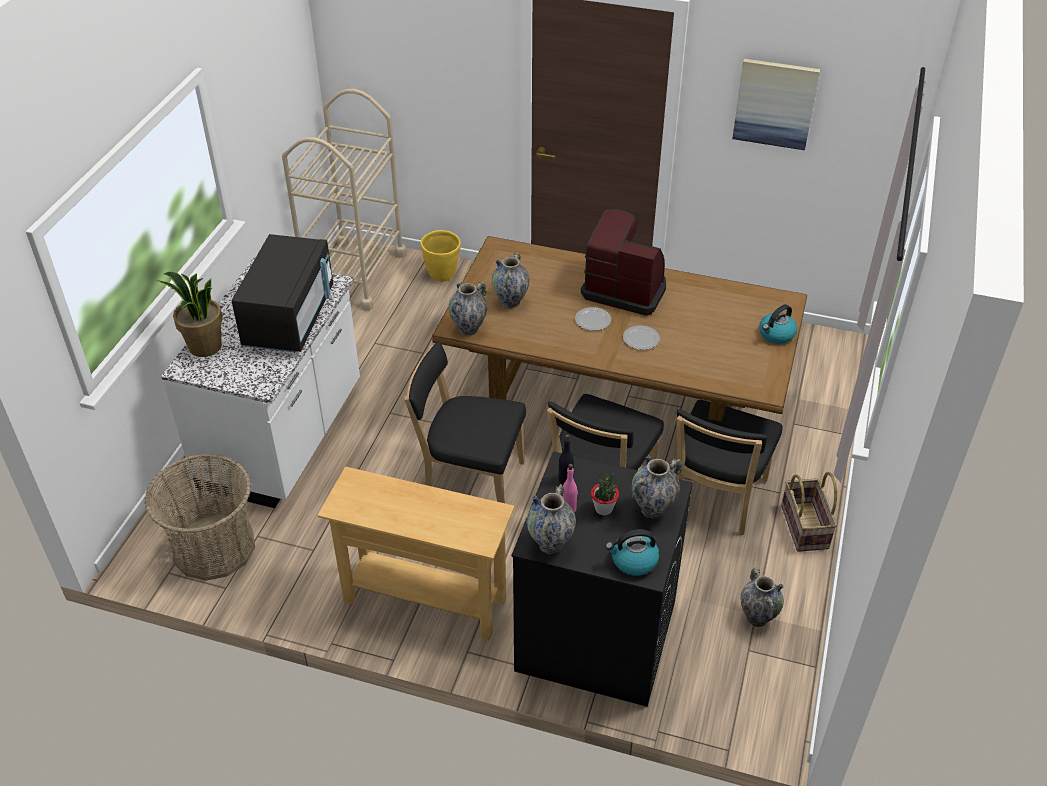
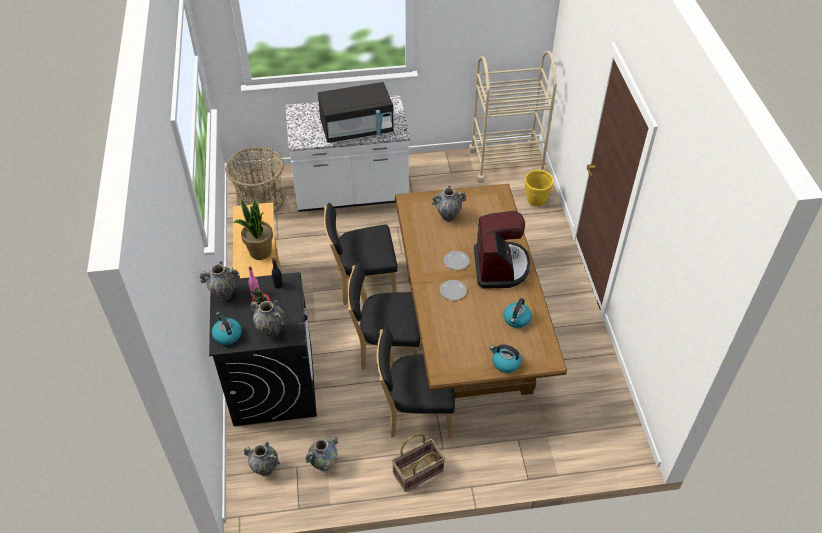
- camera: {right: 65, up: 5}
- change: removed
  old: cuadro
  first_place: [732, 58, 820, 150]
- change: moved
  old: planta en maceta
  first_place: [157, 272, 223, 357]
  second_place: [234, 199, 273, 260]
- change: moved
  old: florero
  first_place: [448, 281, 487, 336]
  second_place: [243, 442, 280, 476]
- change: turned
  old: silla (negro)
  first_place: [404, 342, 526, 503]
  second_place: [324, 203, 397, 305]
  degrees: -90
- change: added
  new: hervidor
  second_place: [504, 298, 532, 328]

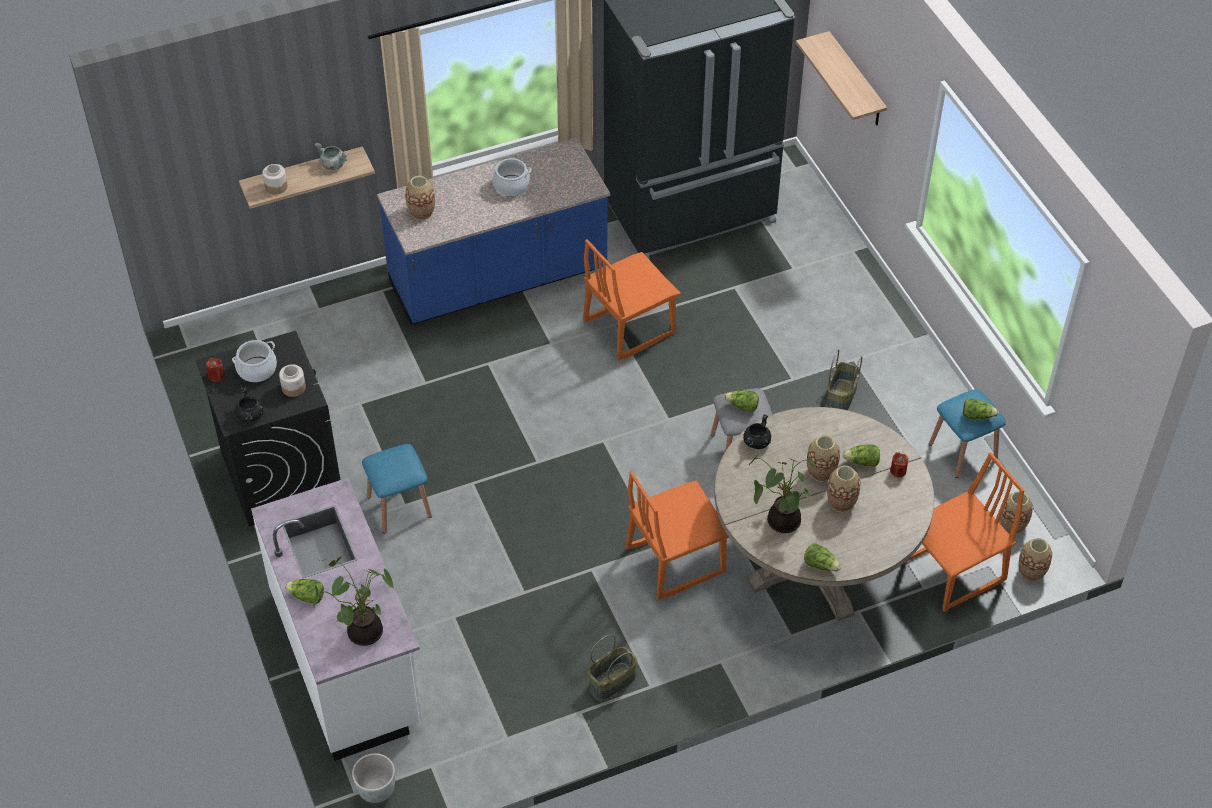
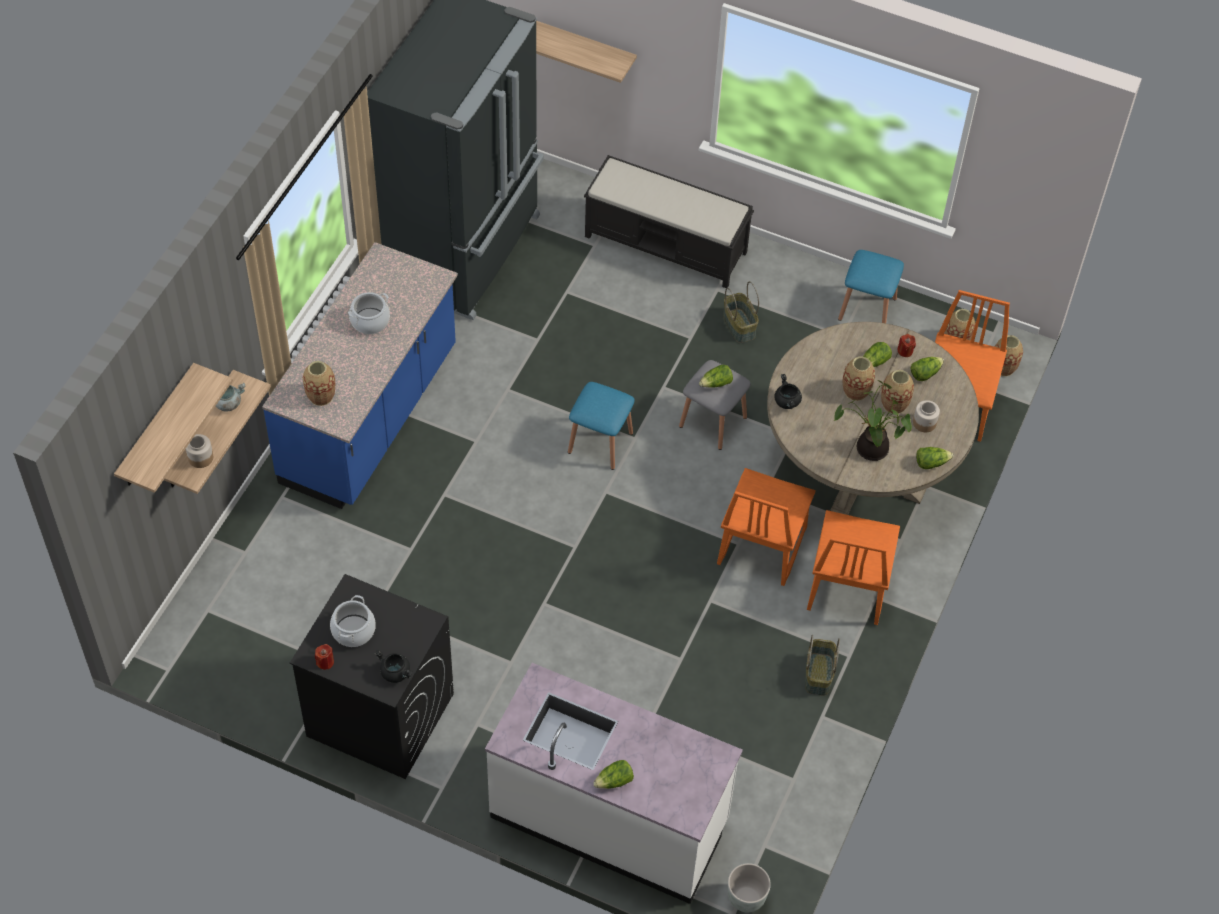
- camera: {right: -45, up: 5}
- change: moved
  old: silla (naranja)
  first_place: [583, 239, 681, 361]
  second_place: [807, 510, 900, 625]
- change: moved
  old: tarro
  first_place: [279, 364, 306, 397]
  second_place: [913, 400, 940, 432]
- change: moved
  old: lechuga
  first_place: [963, 398, 999, 419]
  second_place: [910, 357, 944, 381]
- change: moved
  old: taburete (azul)
  first_place: [362, 444, 432, 534]
  second_place: [568, 382, 635, 470]
- change: removed
  old: planta en maceta
  first_place: [313, 556, 394, 646]
- change: added
  new: banco (negro)
  second_place: [584, 155, 754, 288]
- change: added
  new: estante
  second_place: [114, 363, 233, 493]

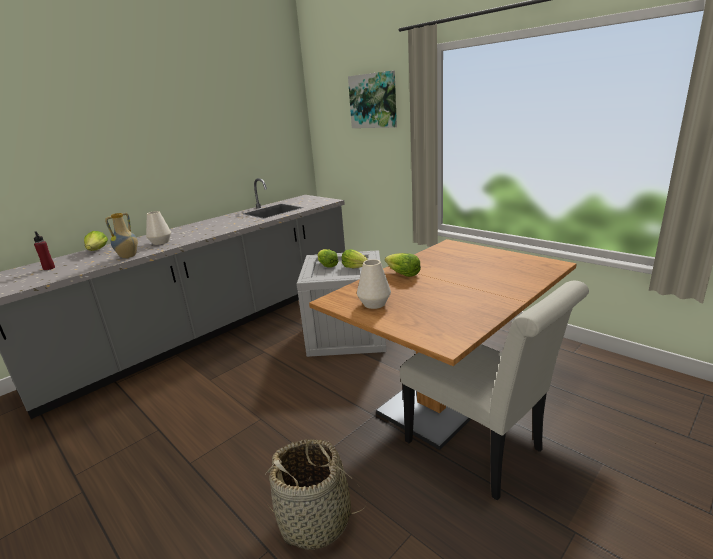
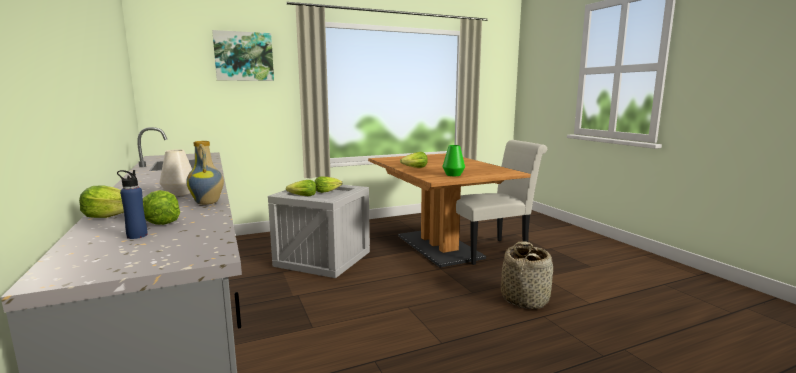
- camera: {right: -70, up: -10}
- change: recoloured
  old: botella (rojo)
  new: botella (azul)
  first_place: [34, 232, 55, 270]
  second_place: [117, 170, 148, 239]
- change: recoloured
  old: florero (blanco)
  new: florero (verde)
  first_place: [357, 259, 391, 309]
  second_place: [443, 145, 465, 176]
- change: added
  new: lechuga
  second_place: [143, 190, 180, 225]

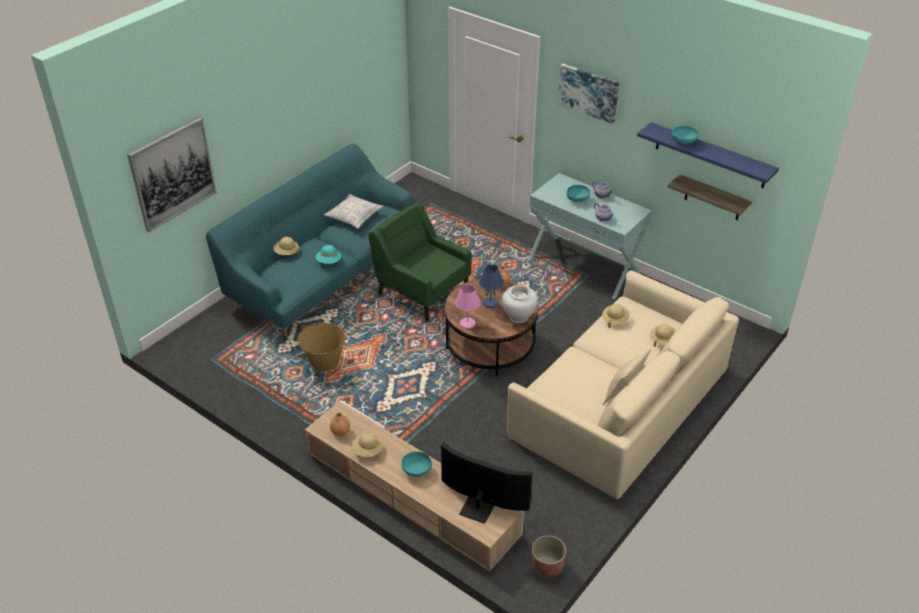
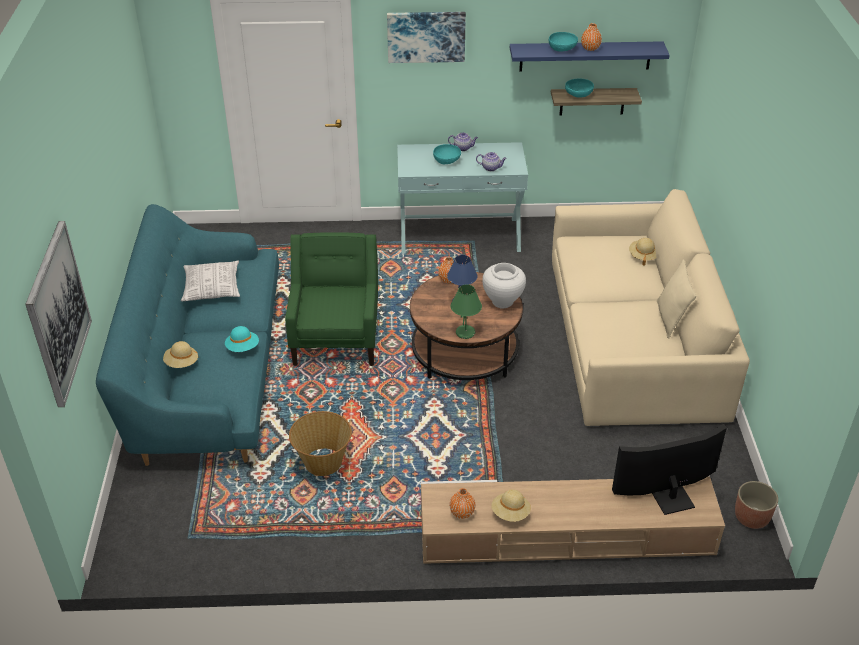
- camera: {right: -40, up: 0}
- change: turned
  old: sillón (verde)
  first_place: [368, 202, 471, 321]
  second_place: [285, 232, 378, 366]
  degrees: 90
- change: recoloured
  old: lámpara de mesa (rosa)
  new: lámpara de mesa (verde)
  first_place: [455, 285, 481, 329]
  second_place: [451, 284, 482, 339]
- change: removed
  old: sombrero (beis)
  first_place: [602, 304, 630, 328]
- change: moved
  old: cuenco (turquesa)
  first_place: [401, 451, 432, 477]
  second_place: [565, 78, 594, 98]
- change: added
  new: florero (naranja)
  second_place: [581, 23, 602, 51]

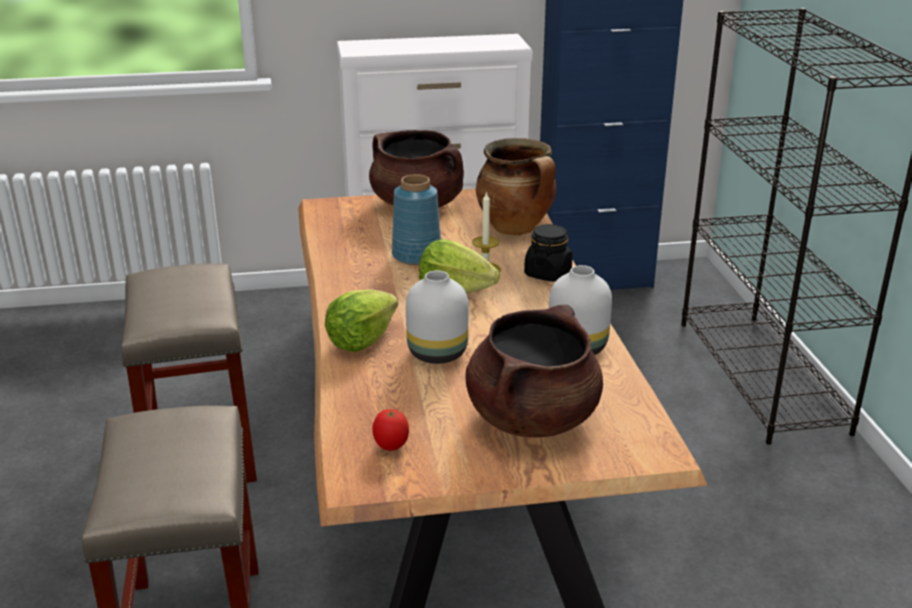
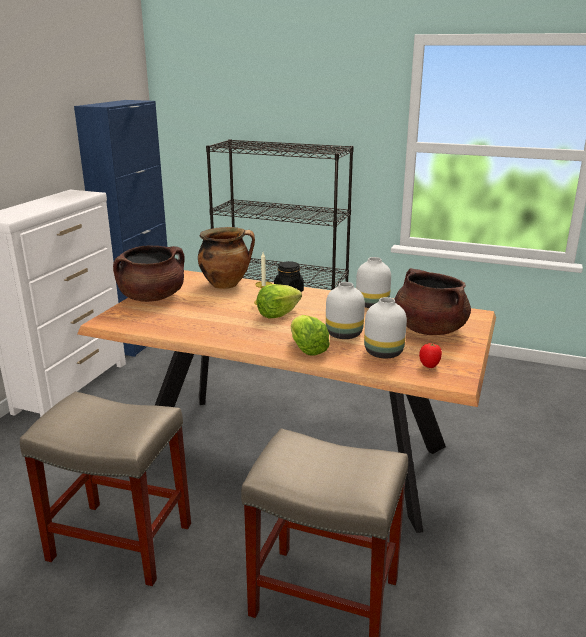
- camera: {right: -60, up: -5}
- change: removed
  old: florero (azul)
  first_place: [392, 174, 441, 265]
- change: added
  new: florero (blanco)
  second_place: [364, 297, 407, 358]

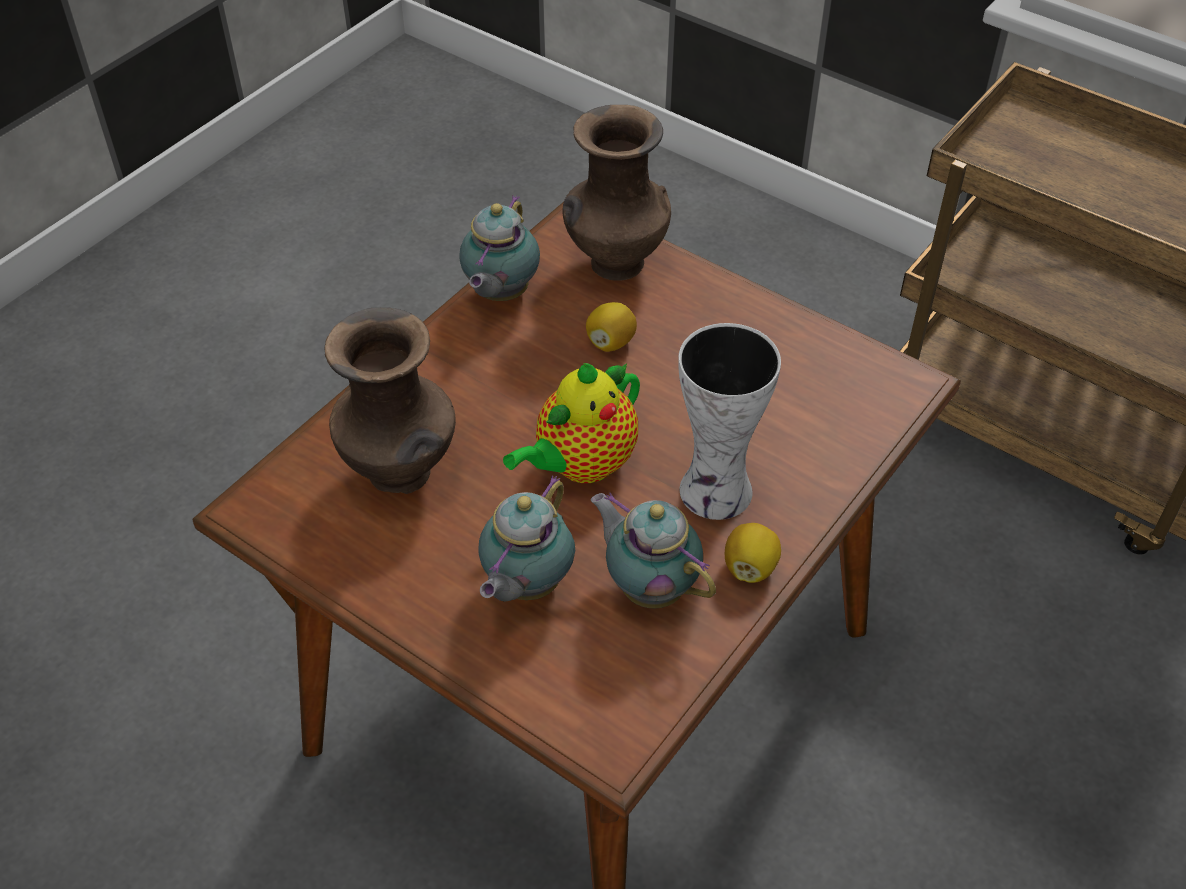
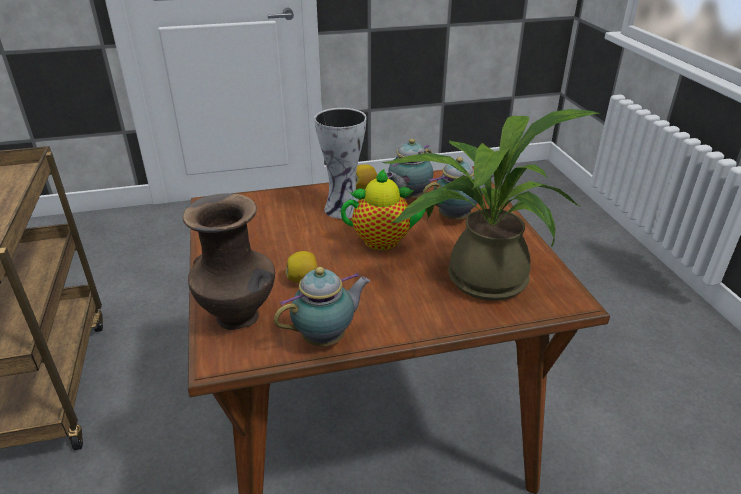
- camera: {right: -140, up: -15}
- change: replaced
  old: florero (marrón)
  new: planta en maceta
  first_place: [325, 307, 456, 494]
  second_place: [382, 109, 600, 301]
- change: turned
  old: tetera
  first_place: [591, 493, 716, 608]
  second_place: [386, 139, 433, 199]
  degrees: 45

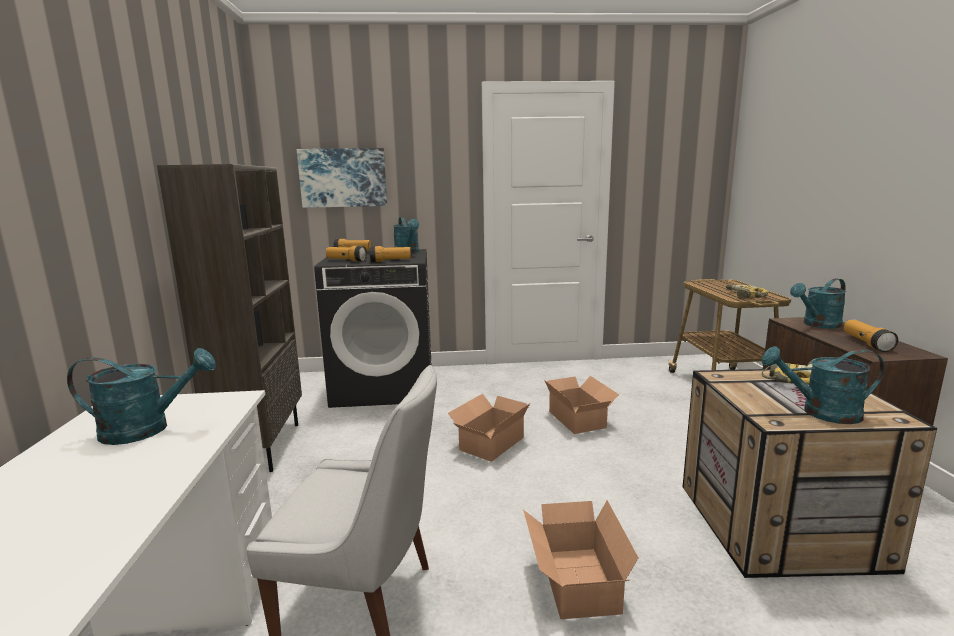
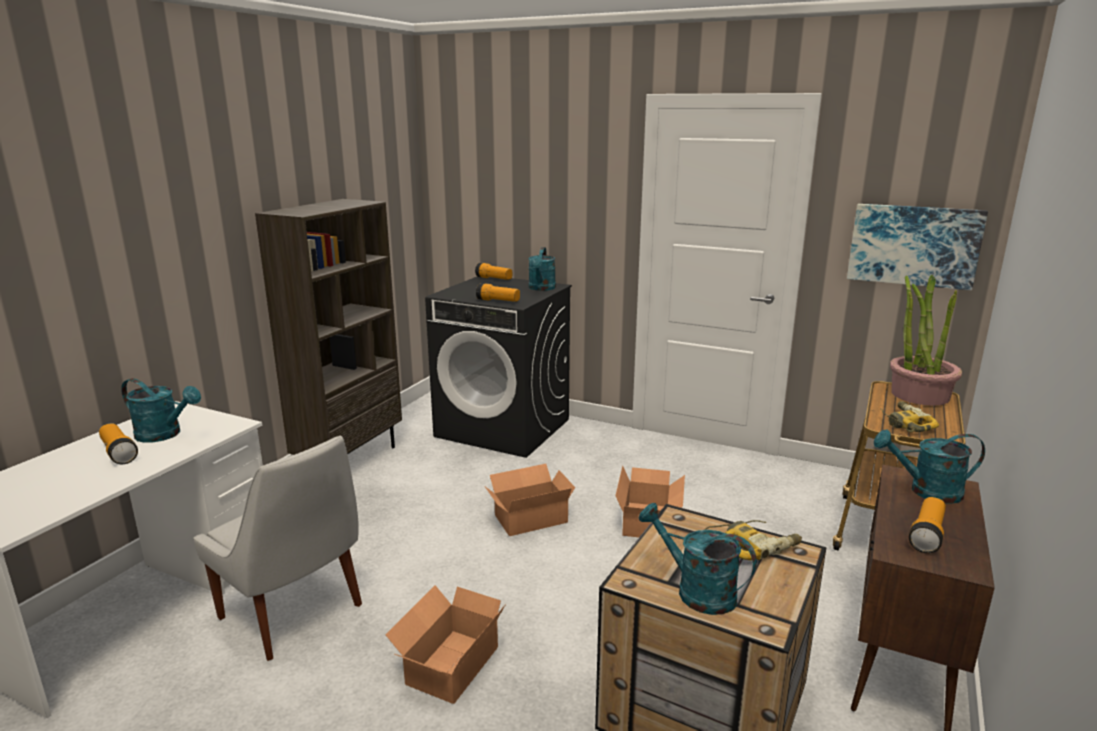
- camera: {right: 30, up: 5}
- change: moved
  old: cuadro
  first_place: [297, 148, 387, 208]
  second_place: [847, 204, 988, 290]
- change: moved
  old: linterna
  first_place: [326, 246, 367, 262]
  second_place: [99, 423, 138, 464]
- change: added
  new: planta en maceta
  second_place: [890, 275, 962, 406]

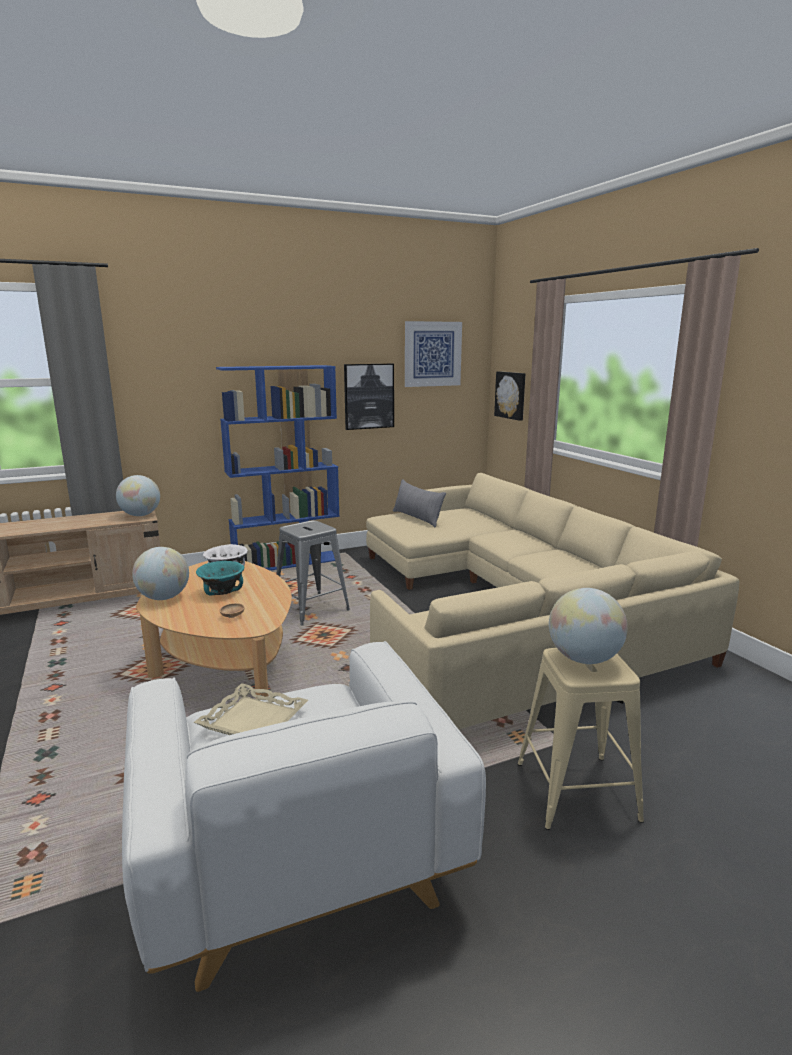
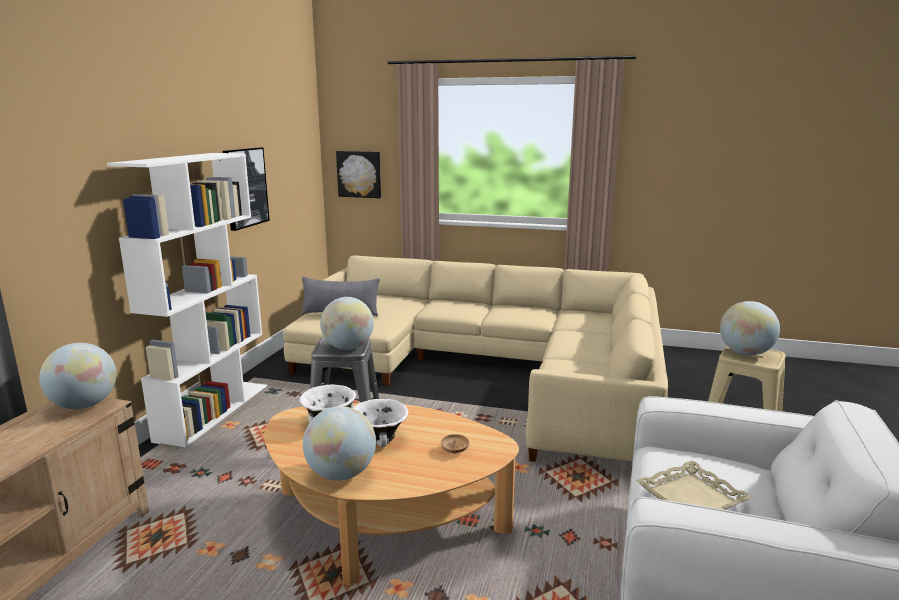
- camera: {right: -50, up: 0}
- change: removed
  old: cuadro
  first_place: [405, 321, 462, 387]
- change: recoloured
  old: estantería (azul)
  new: estantería (blanco)
  first_place: [216, 365, 340, 571]
  second_place: [107, 153, 267, 447]
- change: recoloured
  old: cuenco (turquesa)
  new: cuenco (blanco)
  first_place: [196, 561, 244, 596]
  second_place: [353, 399, 408, 447]
- change: added
  new: globo terráqueo
  second_place: [320, 297, 374, 350]

